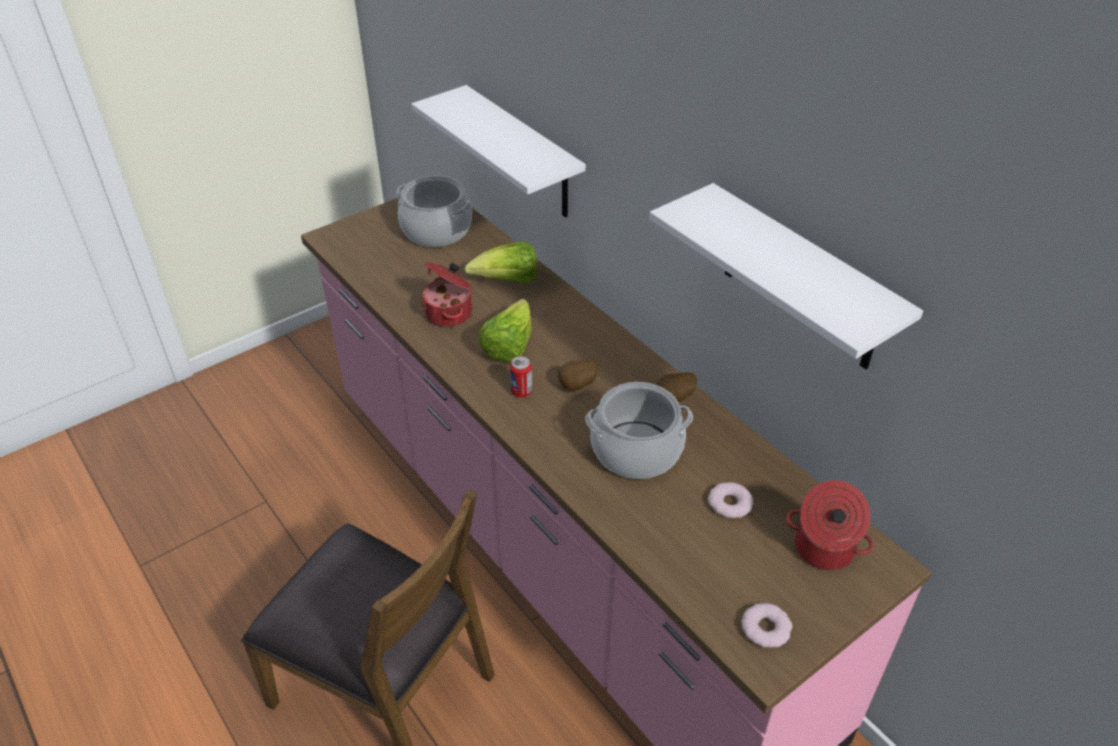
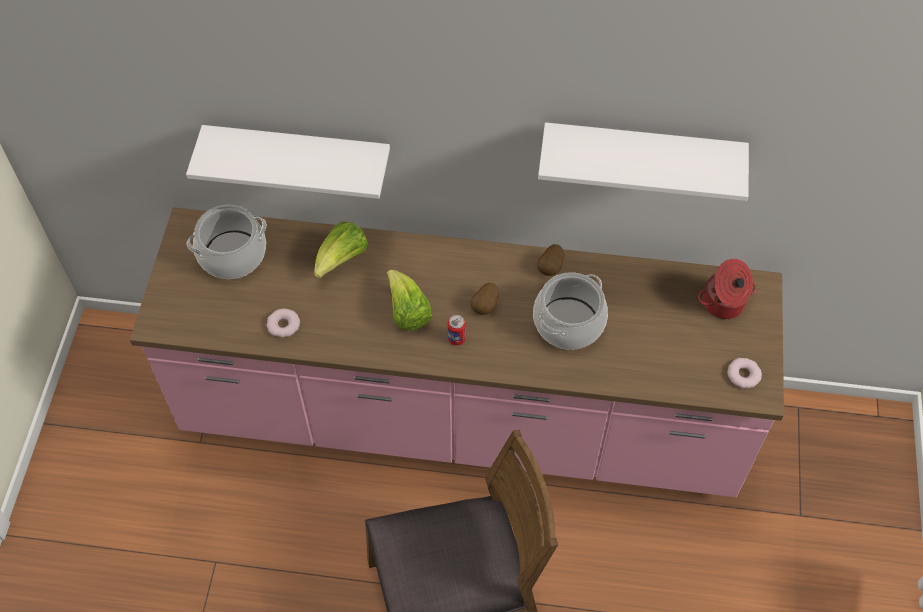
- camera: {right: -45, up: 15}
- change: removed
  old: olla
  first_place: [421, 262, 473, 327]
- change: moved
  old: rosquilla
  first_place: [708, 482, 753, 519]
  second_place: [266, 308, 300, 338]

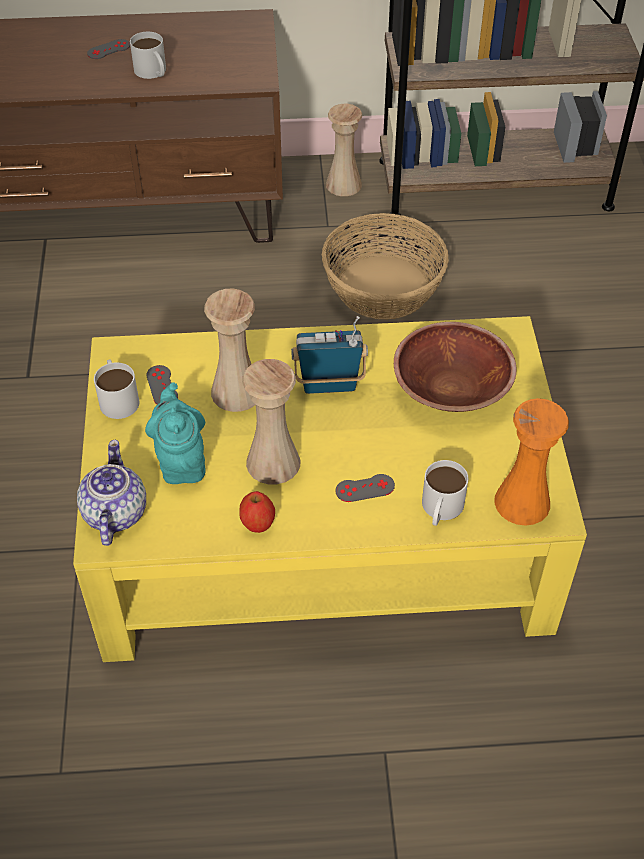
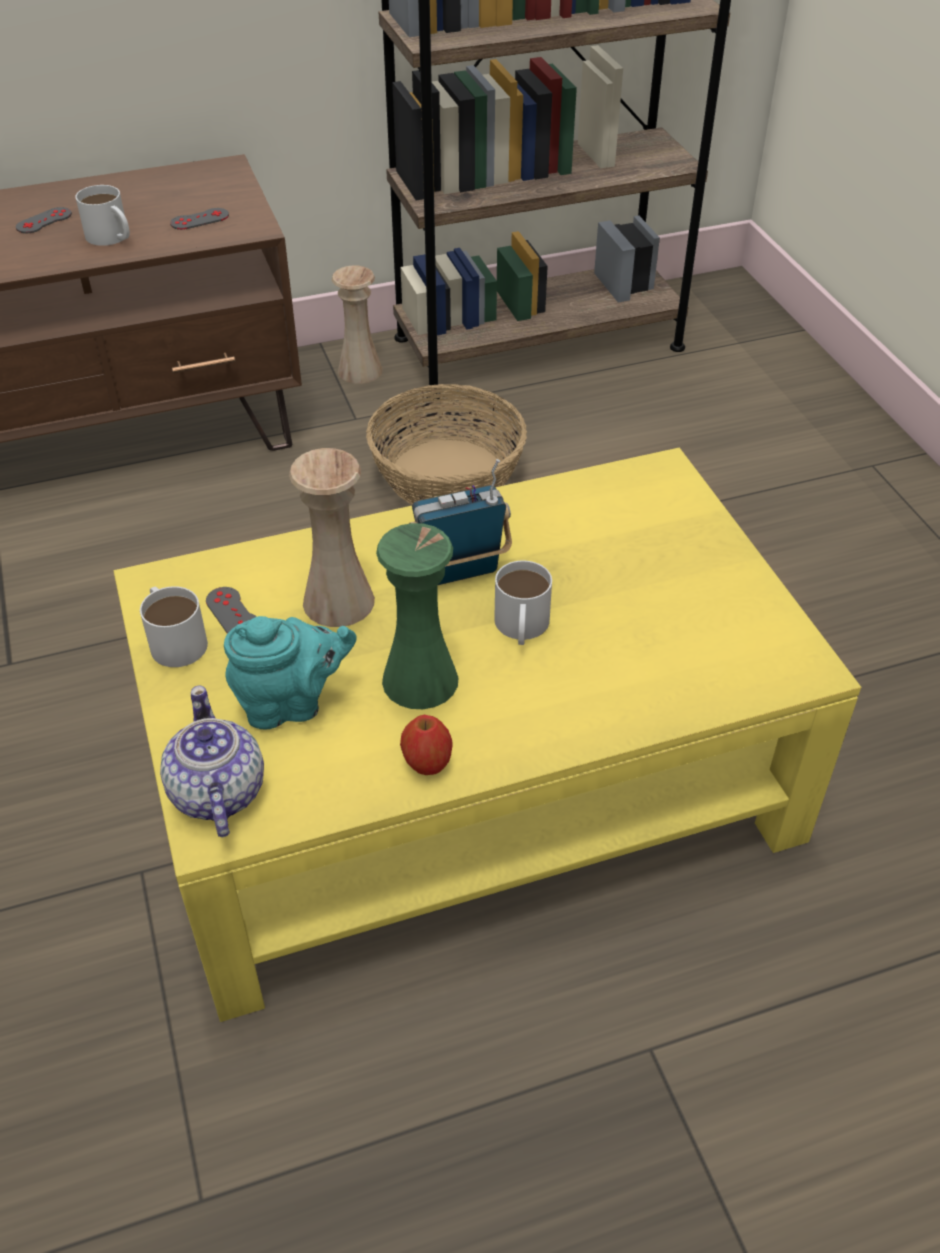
- camera: {right: -15, up: -5}
- change: removed
  old: cuenco (marrón)
  first_place: [394, 322, 517, 412]
- change: recoloured
  old: florero (beis)
  new: florero (verde)
  first_place: [242, 359, 300, 484]
  second_place: [376, 523, 459, 709]
- change: turned
  old: tetera (turquesa)
  first_place: [145, 383, 206, 484]
  second_place: [224, 616, 356, 729]
  degrees: 105
- change: removed
  old: florero (naranja)
  first_place: [494, 398, 569, 526]
- change: moved
  old: taza grande (blanco)
  first_place: [422, 460, 468, 526]
  second_place: [494, 561, 552, 645]
- change: moved
  old: mando de consola (gris)
  first_place: [335, 474, 395, 502]
  second_place: [170, 208, 229, 230]

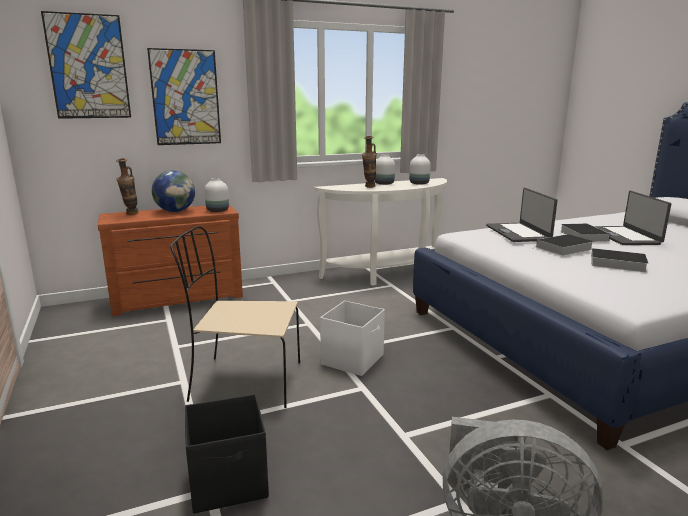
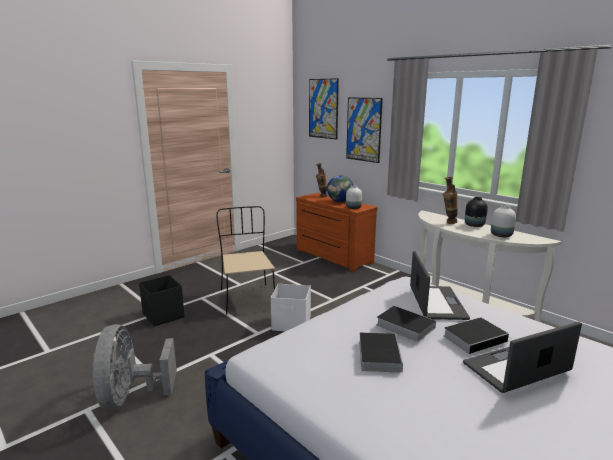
- camera: {right: 70, up: 0}
- change: recoloured
  old: florero (blanco)
  new: florero (negro)
  first_place: [375, 154, 395, 185]
  second_place: [465, 197, 488, 227]
- change: turned
  old: portátil
  first_place: [486, 188, 558, 242]
  second_place: [410, 251, 470, 320]
  degrees: 120

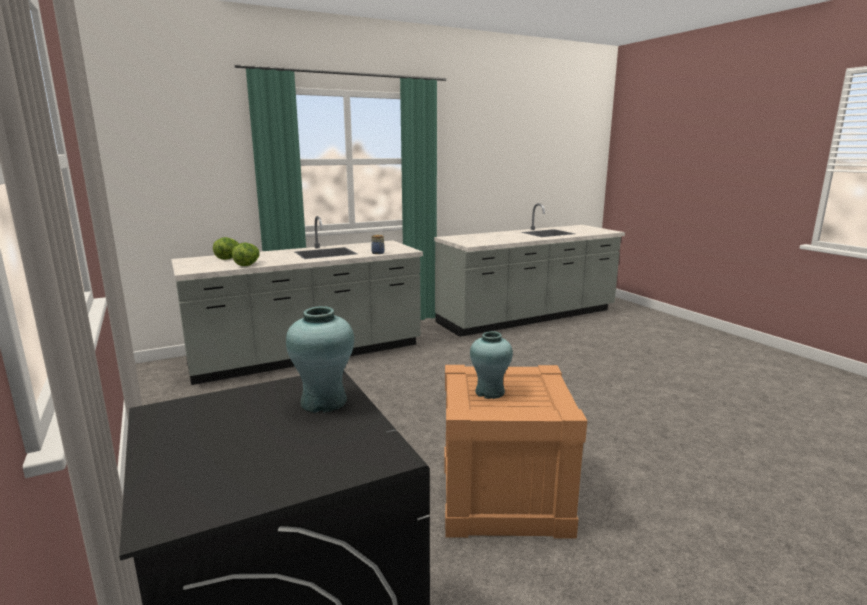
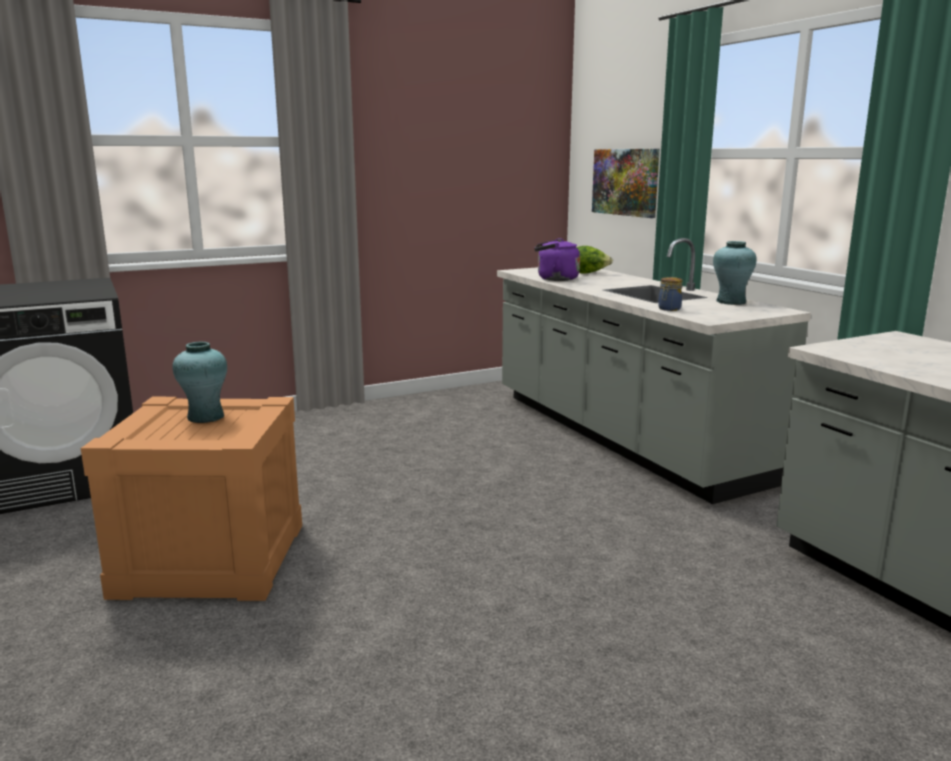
- camera: {right: 90, up: 0}
- change: replaced
  old: lechuga
  new: hervidor (morado)
  first_place: [232, 243, 260, 266]
  second_place: [534, 238, 580, 281]
- change: moved
  old: florero (turquesa)
  first_place: [286, 306, 354, 413]
  second_place: [713, 241, 757, 305]
- change: added
  new: cuadro
  second_place: [592, 149, 660, 218]

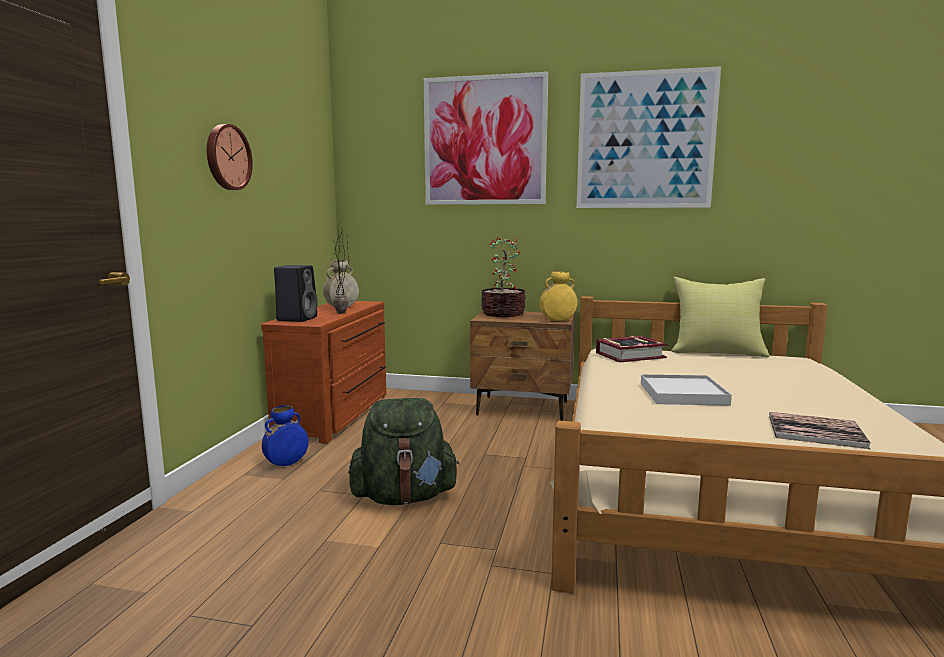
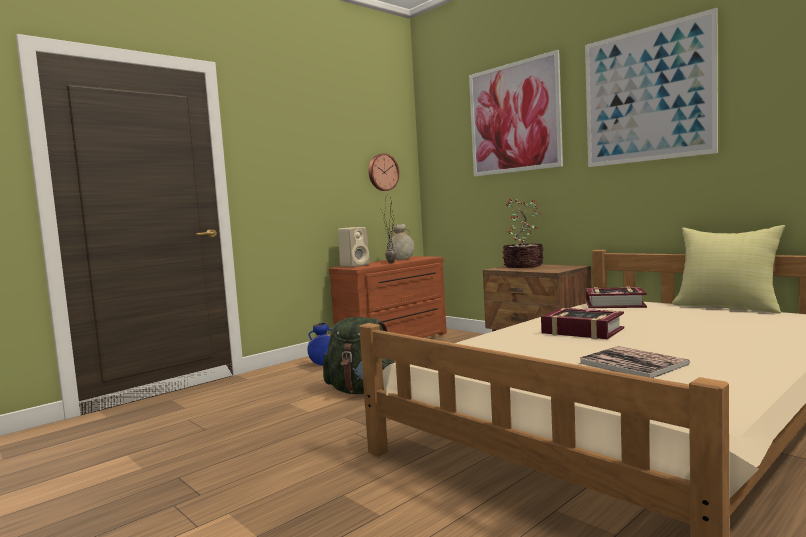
- camera: {right: 35, up: -5}
- change: moved
  old: reloj de pared
  first_place: [207, 124, 253, 190]
  second_place: [369, 153, 399, 191]
- change: recoloured
  old: altavoz (negro)
  new: altavoz (beis)
  first_place: [274, 265, 318, 322]
  second_place: [338, 227, 370, 267]
- change: removed
  old: florero (amarillo)
  first_place: [540, 271, 578, 321]
- change: replaced
  old: bandeja (blanco)
  new: libro
  first_place: [641, 374, 732, 406]
  second_place: [541, 308, 624, 339]

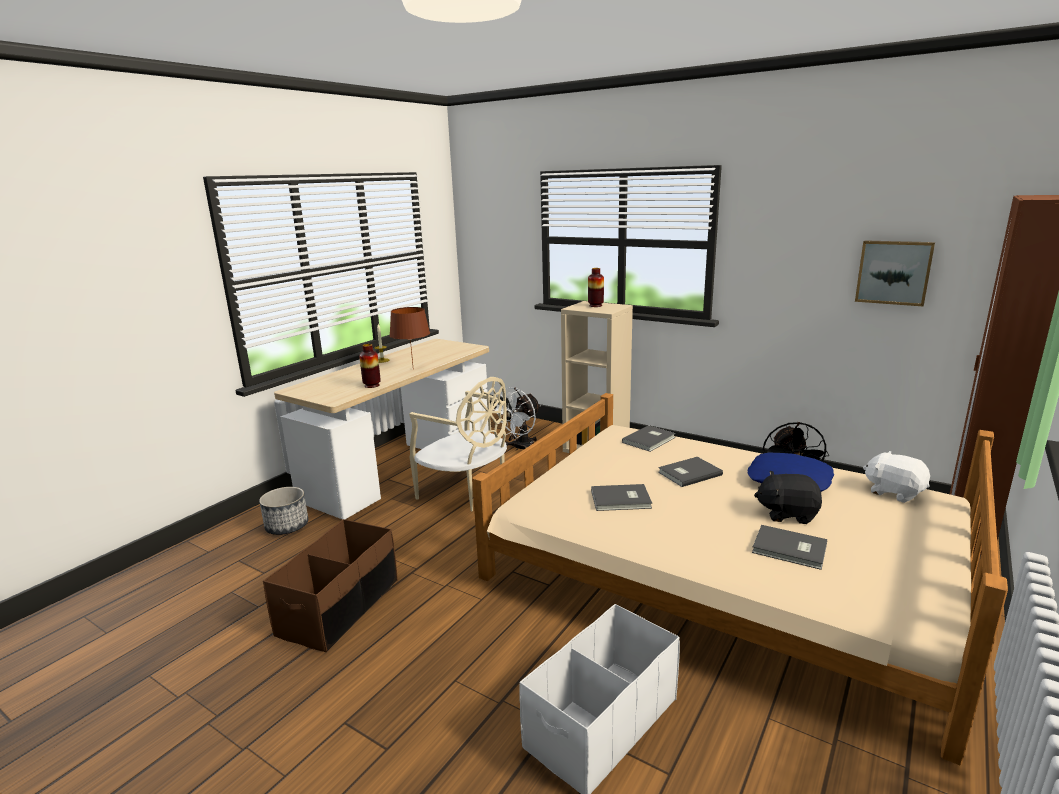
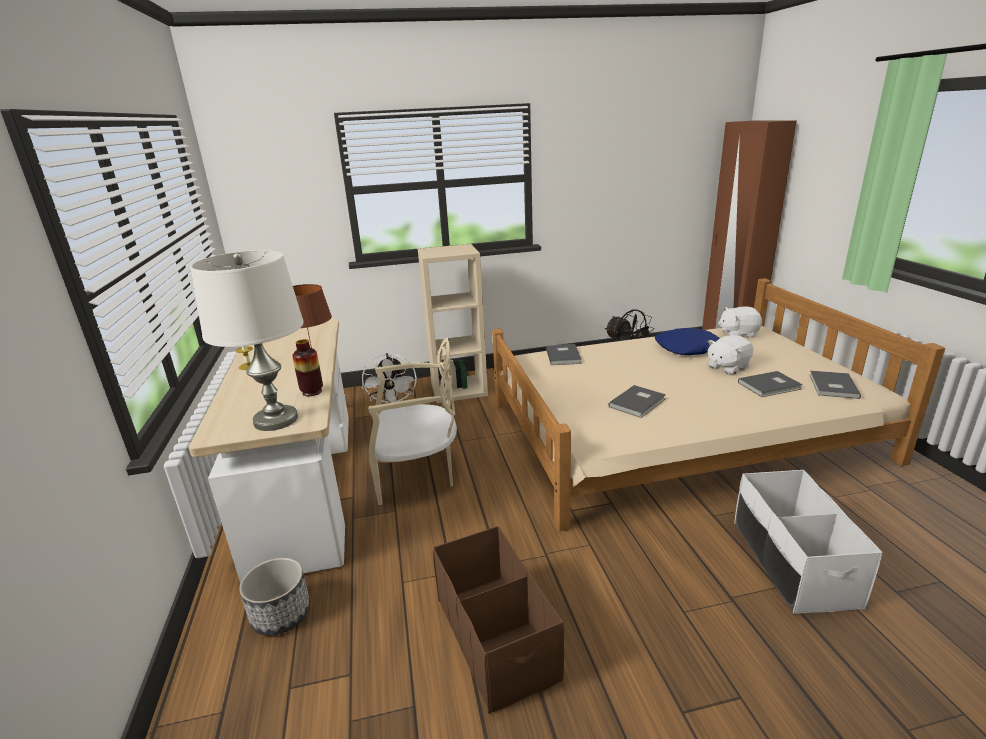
- camera: {right: -45, up: 5}
- change: removed
  old: cuadro
  first_place: [855, 240, 935, 306]
- change: removed
  old: florero
  first_place: [588, 268, 604, 307]
- change: moved
  old: libro (gris)
  first_place: [658, 457, 723, 487]
  second_place: [810, 371, 861, 399]
- change: recoloured
  old: peluche (negro)
  new: peluche (blanco)
  first_place: [754, 471, 822, 524]
  second_place: [708, 335, 754, 375]
- change: added
  new: lámpara de mesa (blanco)
  second_place: [191, 250, 304, 431]

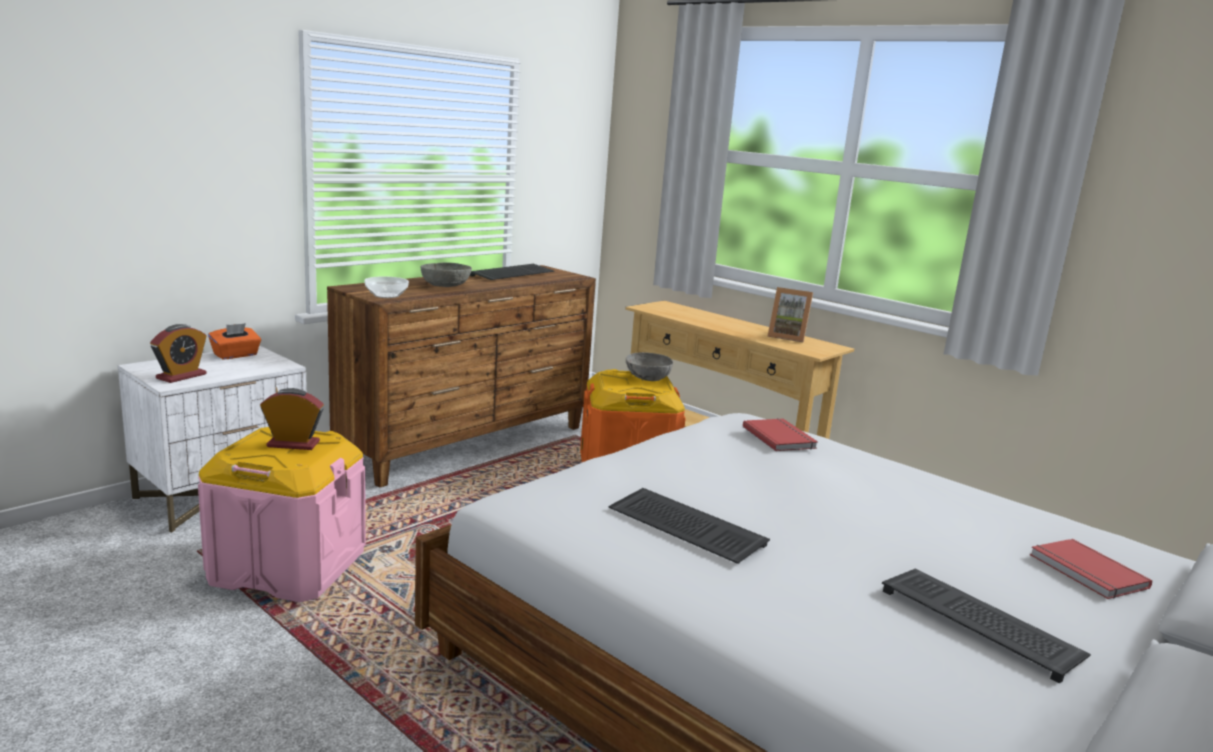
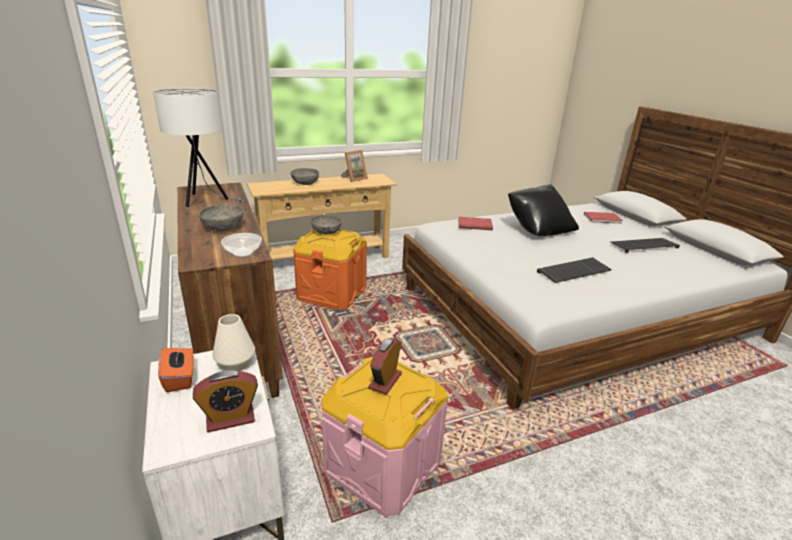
- camera: {right: -65, up: 10}
- change: replaced
  old: teclado
  new: lámpara de mesa (blanco)
  first_place: [470, 264, 554, 280]
  second_place: [153, 88, 244, 207]
- change: turned
  old: despertador
  first_place: [150, 324, 207, 383]
  second_place: [193, 370, 258, 433]
  degrees: 105
- change: added
  new: cuenco (gris)
  second_place: [290, 168, 319, 185]
- change: added
  new: cojín (negro)
  second_place: [508, 184, 579, 237]
- change: added
  new: florero (blanco)
  second_place: [212, 314, 255, 371]

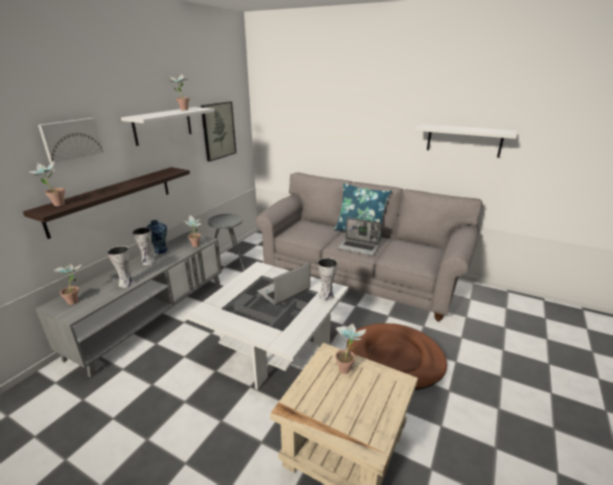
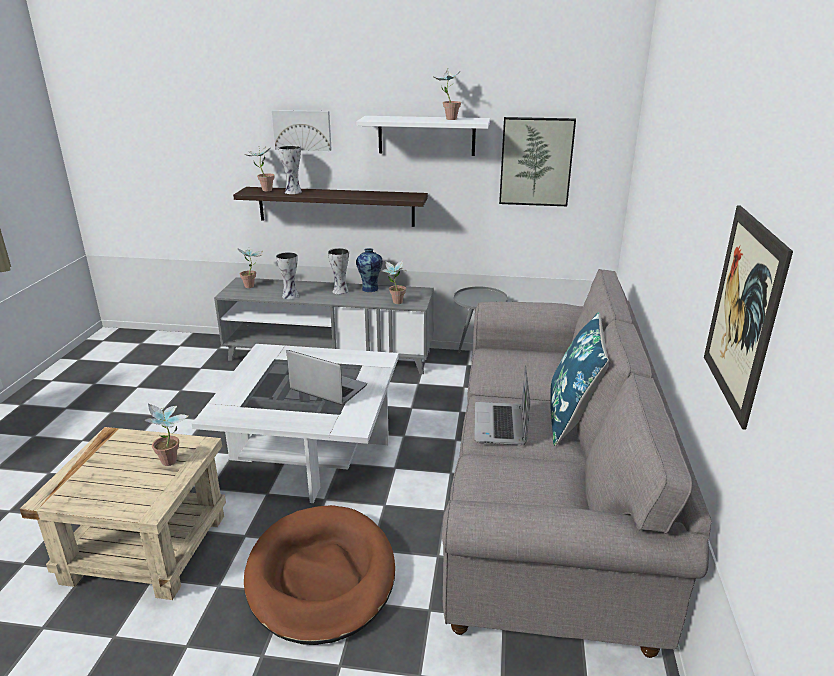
- camera: {right: 70, up: 0}
- change: replaced
  old: estante (blanco)
  new: cuadro
  first_place: [414, 124, 517, 157]
  second_place: [704, 205, 793, 430]
- change: moved
  old: florero
  first_place: [318, 258, 337, 300]
  second_place: [279, 145, 302, 194]

